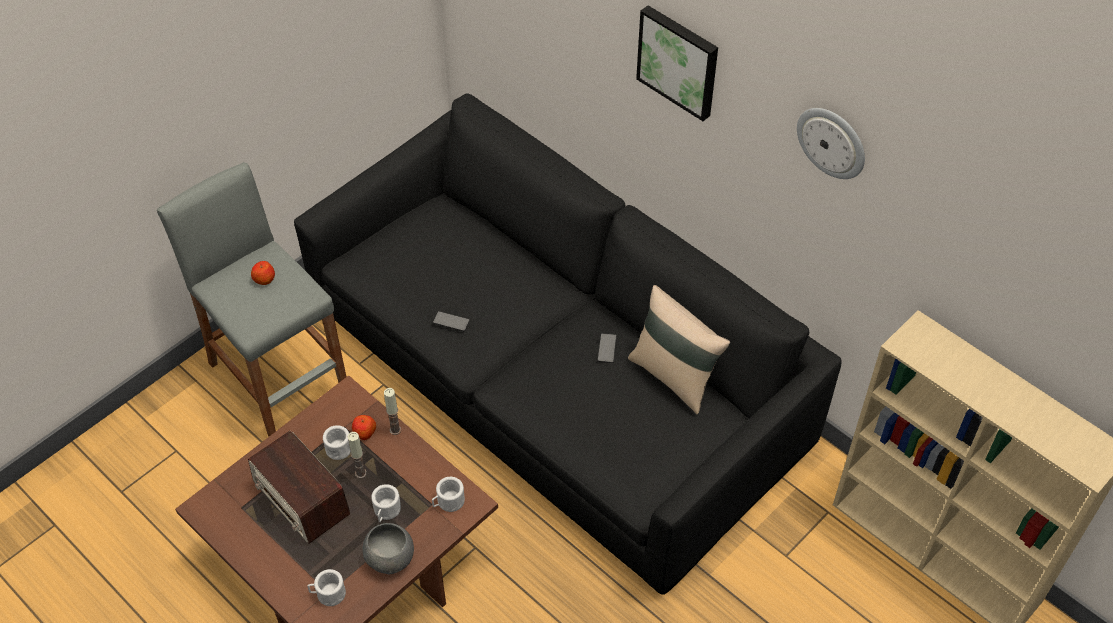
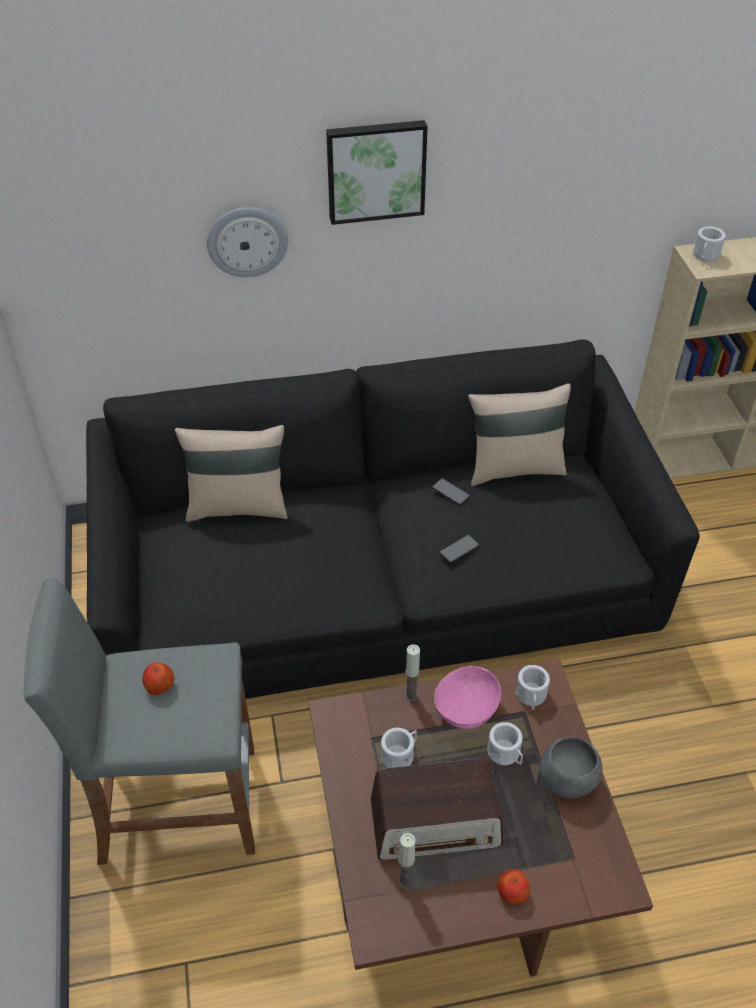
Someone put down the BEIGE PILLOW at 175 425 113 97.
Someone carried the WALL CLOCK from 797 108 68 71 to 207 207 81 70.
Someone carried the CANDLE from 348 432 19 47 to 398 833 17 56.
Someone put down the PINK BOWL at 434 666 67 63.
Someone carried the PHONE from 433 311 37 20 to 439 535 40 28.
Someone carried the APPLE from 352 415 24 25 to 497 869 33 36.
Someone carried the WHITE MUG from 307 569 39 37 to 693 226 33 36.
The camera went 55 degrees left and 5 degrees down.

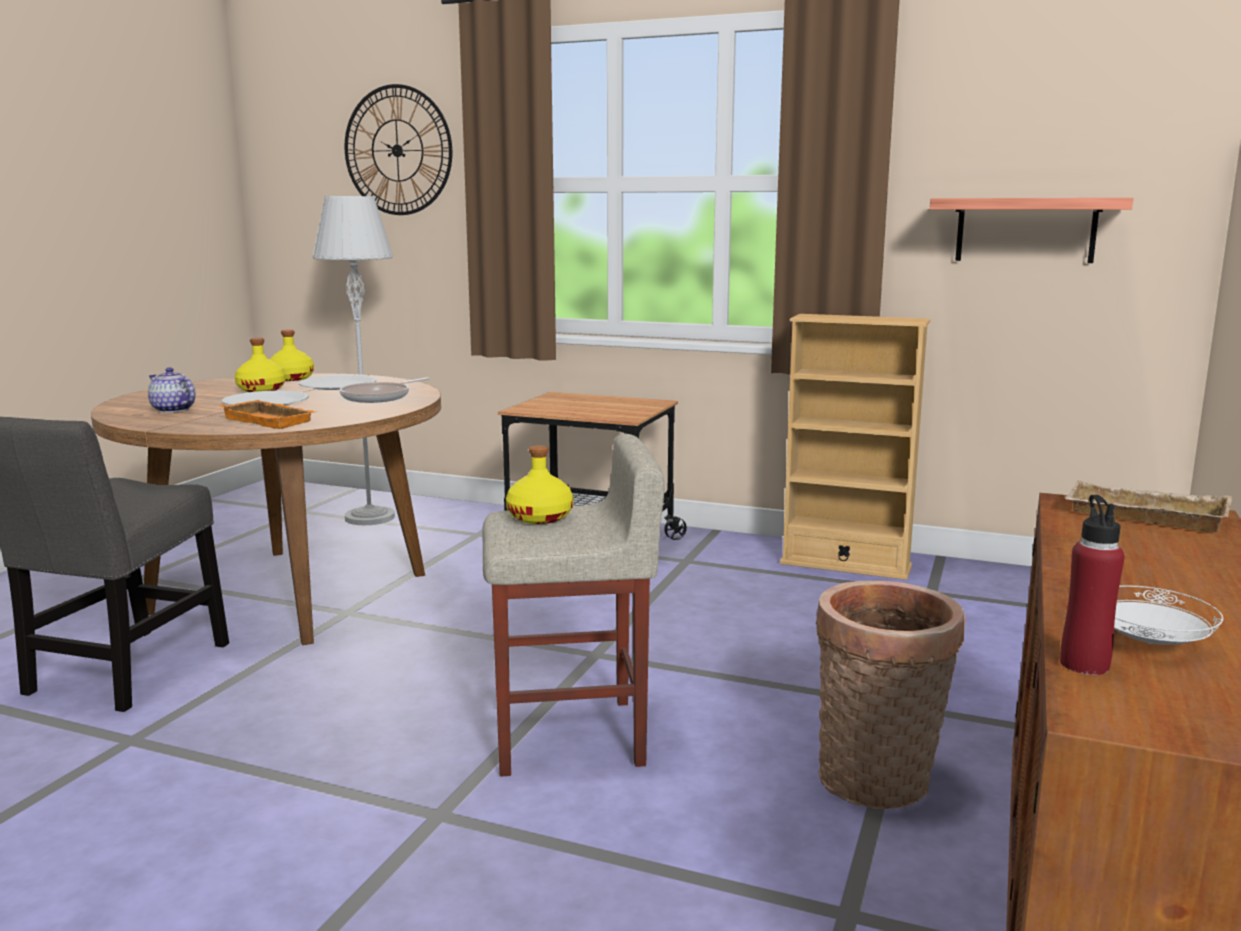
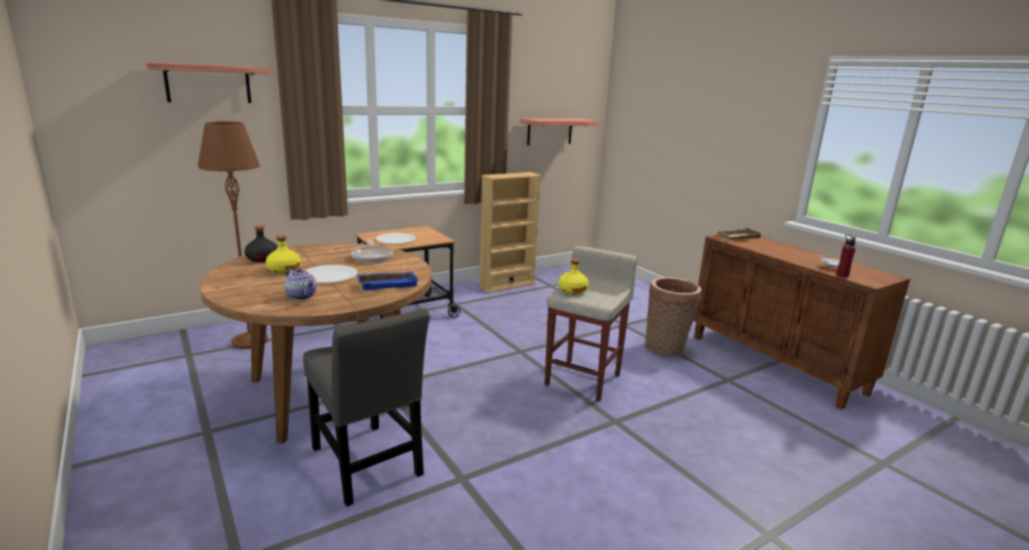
Someone swapped the WALL CLOCK at 345 84 107 131 for the SHELF at 145 62 126 41.
Someone repainted the GREY FLOOR LAMP at 312 196 83 329, which became the BROWN FLOOR LAMP at 198 121 70 228.
Someone repainted the YELLOW BOTTLE at 269 330 45 51, which became the BLACK BOTTLE at 245 225 33 37.
Someone rotated the TEAPOT at 148 367 48 46 by 120 degrees counterclockwise.
Someone repainted the ORANGE TRAY at 219 400 97 29, which became the BLUE TRAY at 357 272 61 18.
Someone carried the WHITE PLATE from 299 375 77 15 to 376 233 40 11.
The camera went 55 degrees left and 5 degrees up.

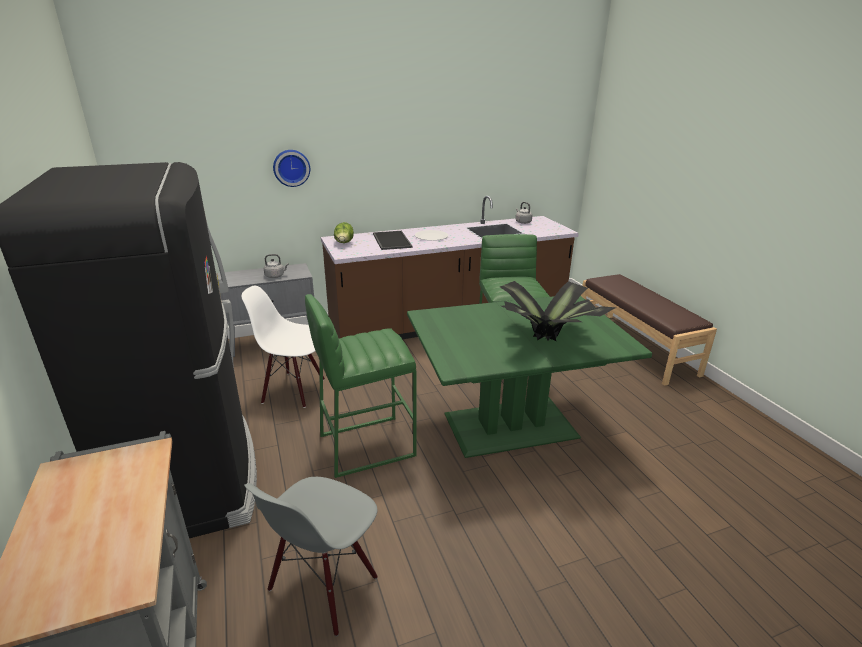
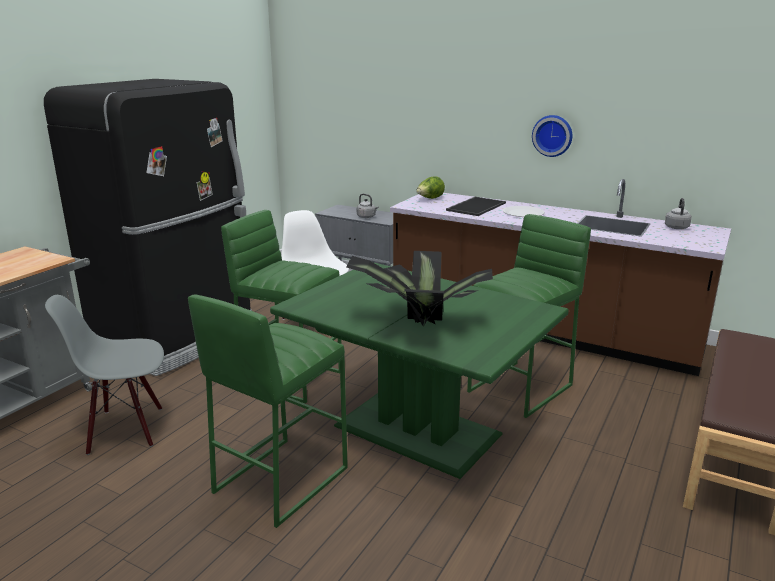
Someone put down the GREEN STOOL at 188 295 160 233.
Someone carried the WALL CLOCK from 273 150 37 37 to 532 115 40 42.
The camera went 50 degrees right and 5 degrees down.

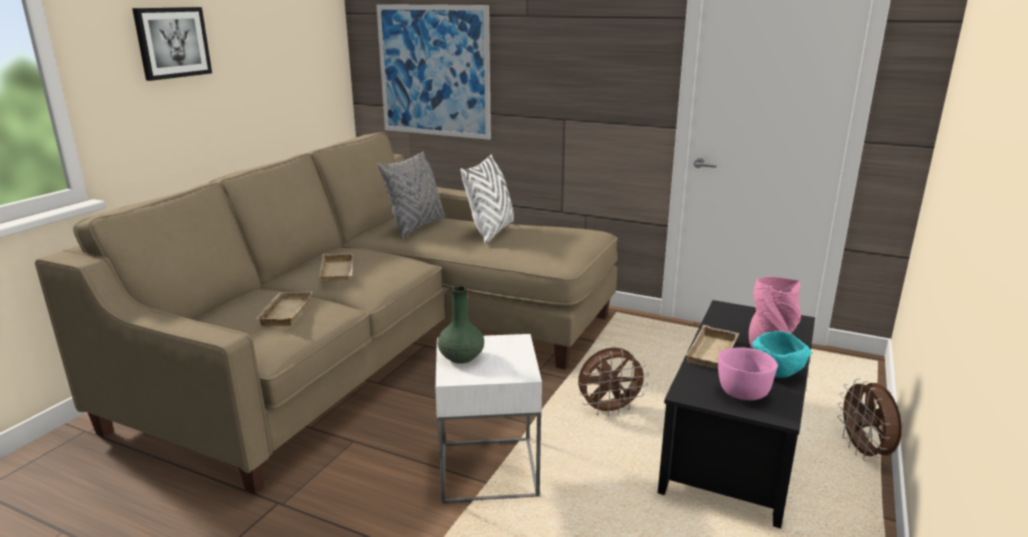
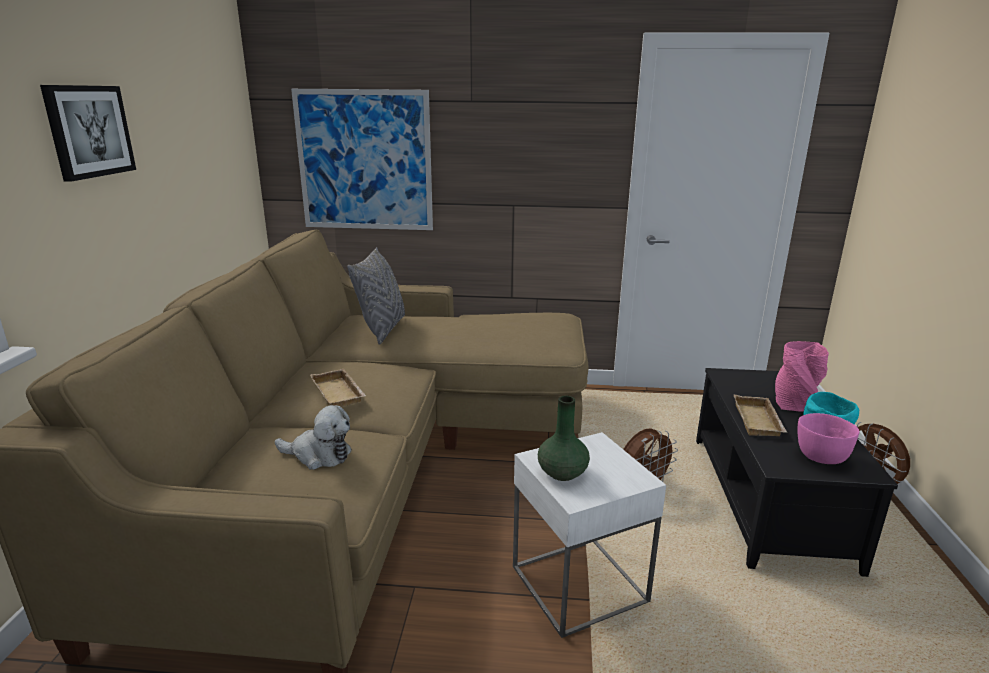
Someone swapped the BEIGE TRAY at 256 291 56 35 for the PLUSH TOY at 275 405 77 65.
Someone took away the WHITE PILLOW at 460 154 54 90.
The camera went 20 degrees left and 0 degrees up.

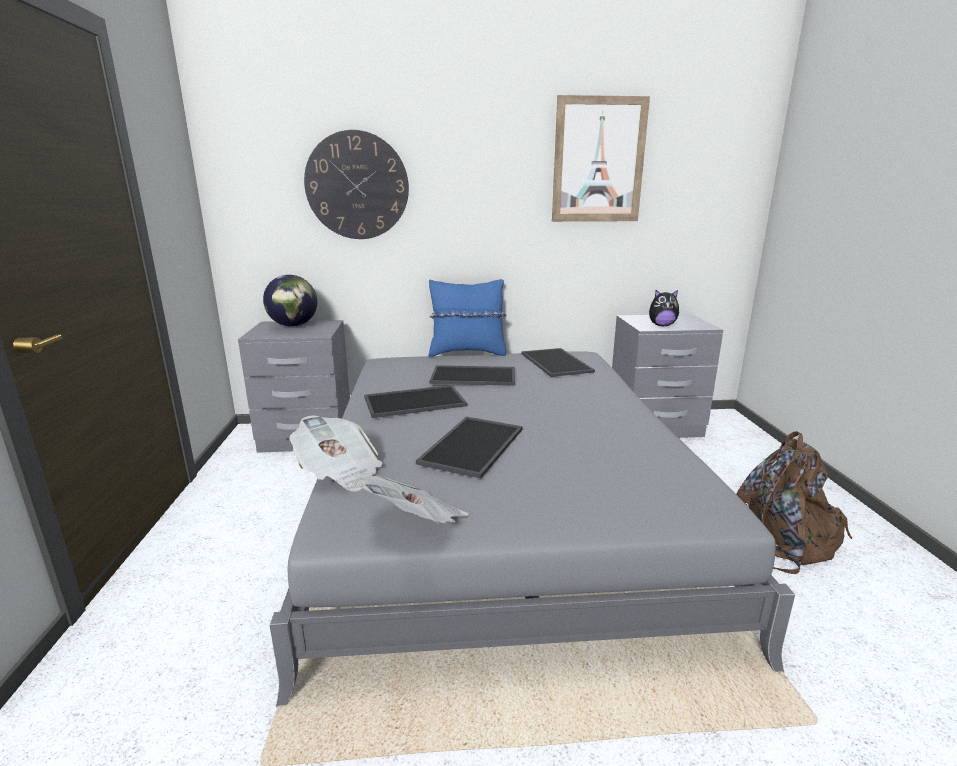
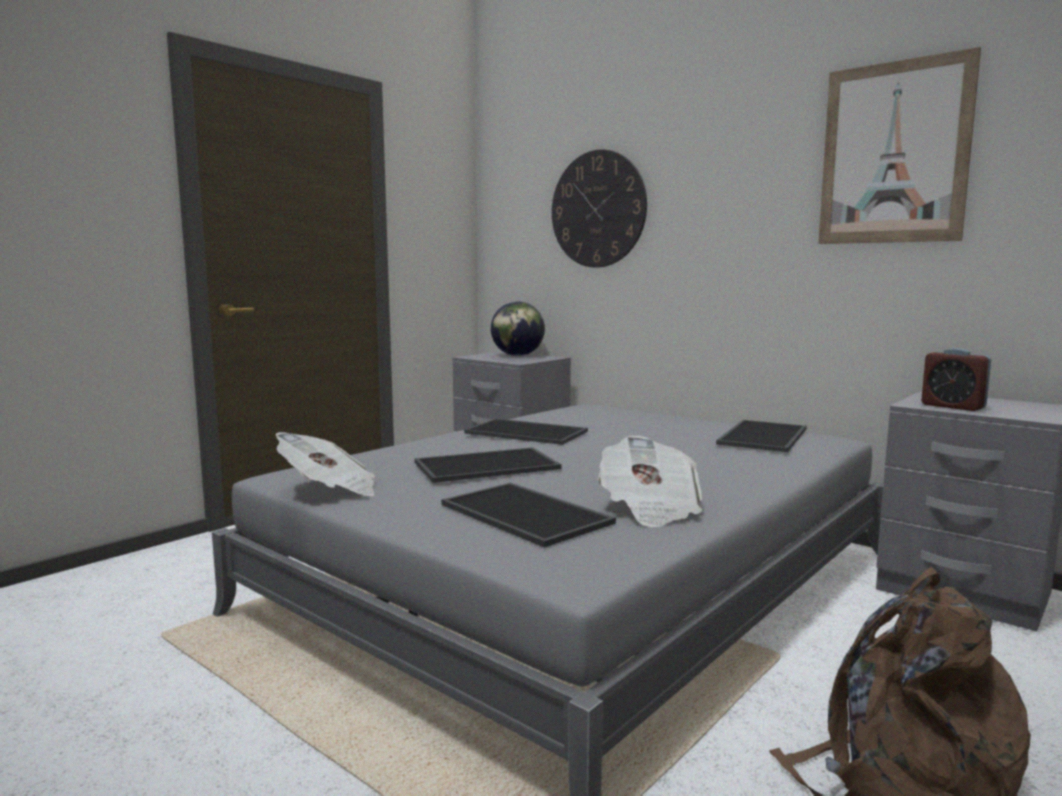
Someone carried the TRAY from 429 365 86 21 to 441 483 175 65.
Someone carried the NEWSPAPER from 289 415 94 77 to 598 436 104 91.
Someone swapped the PLUSH TOY at 649 290 30 36 for the ALARM CLOCK at 921 348 70 63.
Someone took away the BLUE PILLOW at 429 279 78 77.
The camera went 45 degrees right and 10 degrees down.

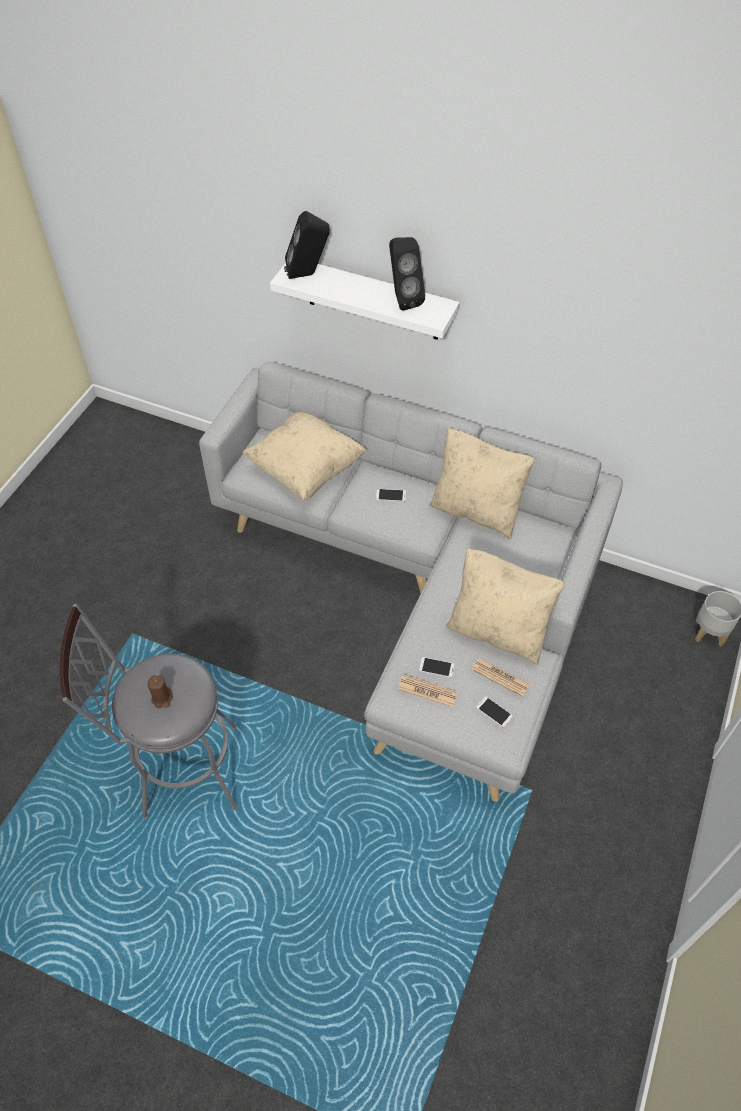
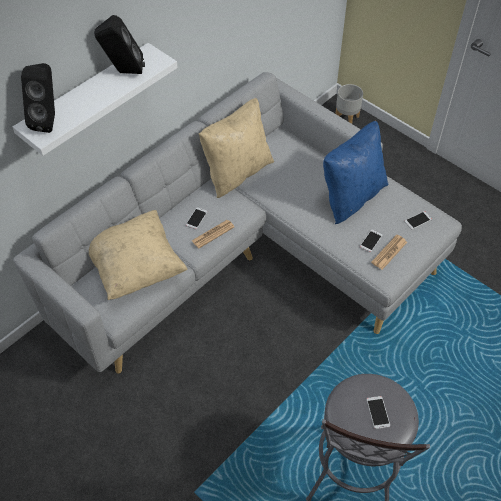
Someone carried the NEWSPAPER from 472 658 58 39 to 192 220 43 28.
Someone repainted the BEIGE PILLOW at 446 547 119 117, which became the BLUE PILLOW at 323 121 65 103.
Someone swapped the BROWN CANDLE at 147 675 26 33 for the PHONE at 366 396 24 33.
The camera went 70 degrees left and 0 degrees up.

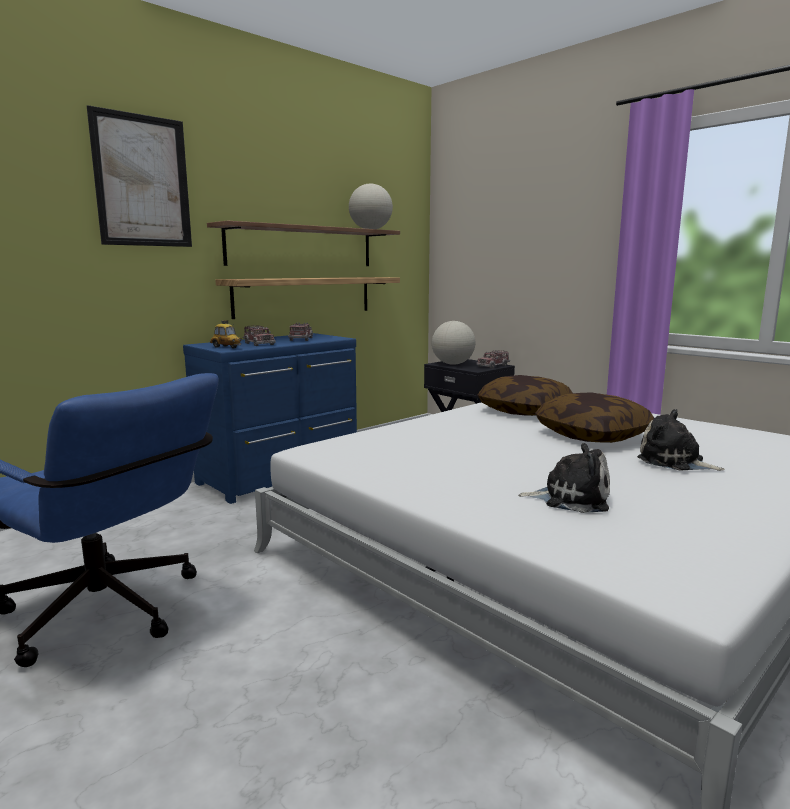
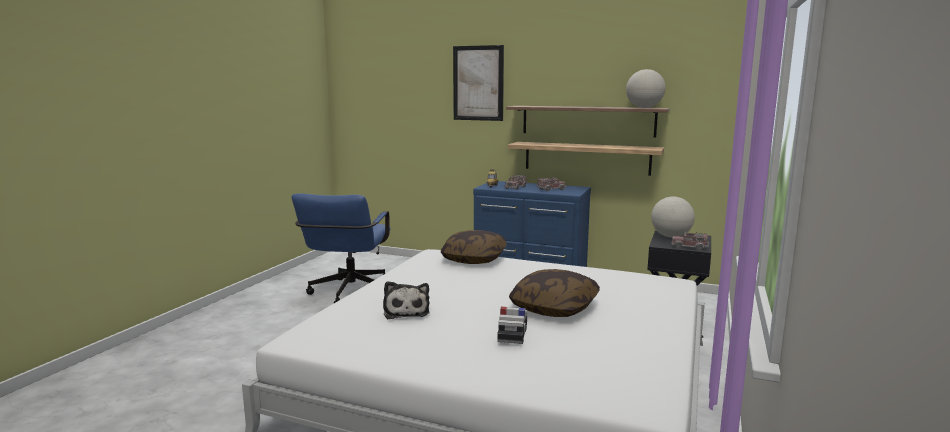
Someone carried the PILLOW from 477 375 95 41 to 441 230 66 34.
Someone swapped the PLUSH TOY at 637 409 88 62 for the TOY CAR at 497 307 30 37.
The camera went 65 degrees right and 0 degrees up.

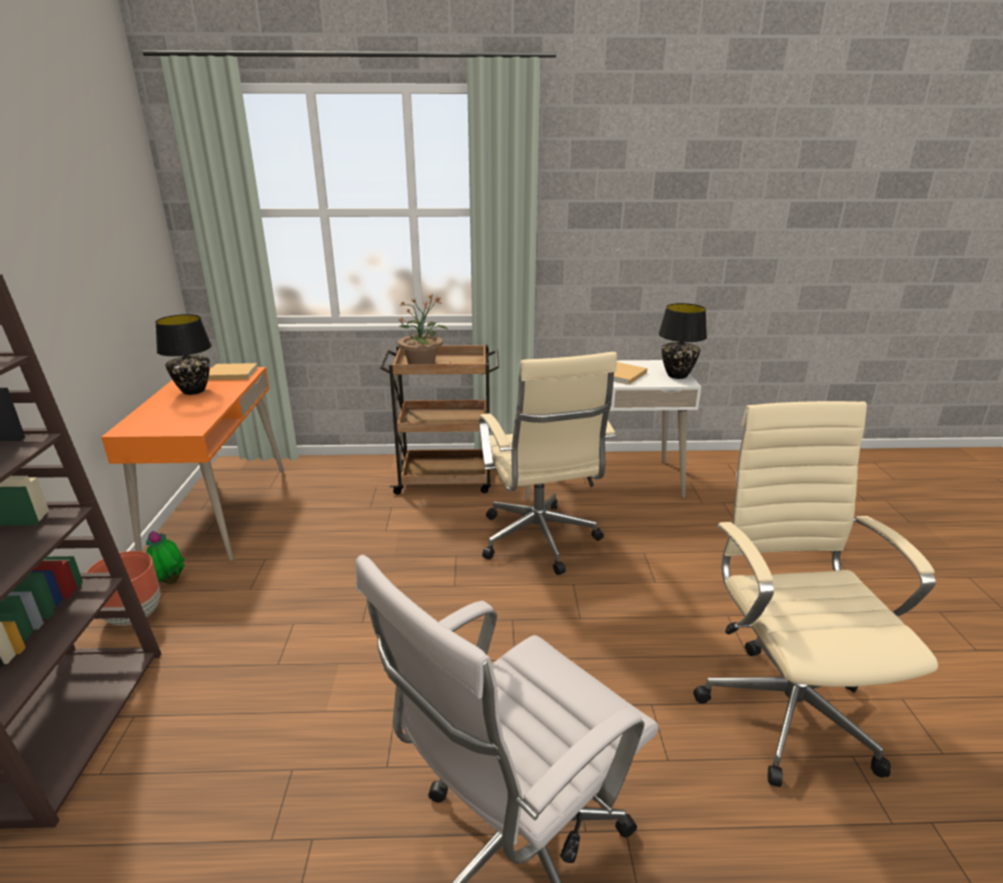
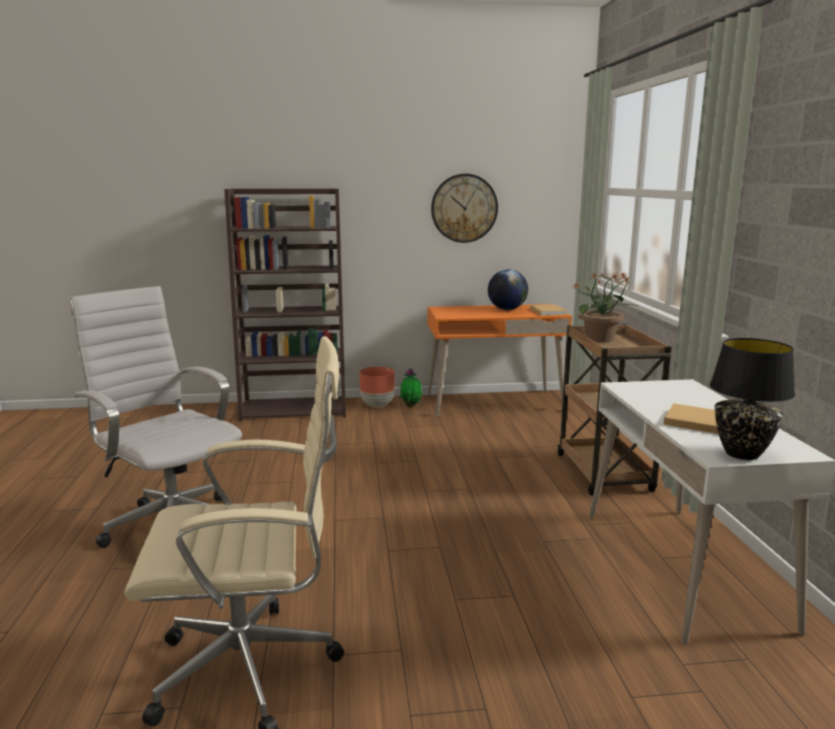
Someone put up the WALL CLOCK at 431 174 67 69.
Someone swapped the BLACK TABLE LAMP at 155 314 57 81 for the GLOBE at 488 269 40 41.
Someone took away the BEIGE OFFICE CHAIR at 479 352 138 223.
The camera went 85 degrees right and 10 degrees down.

